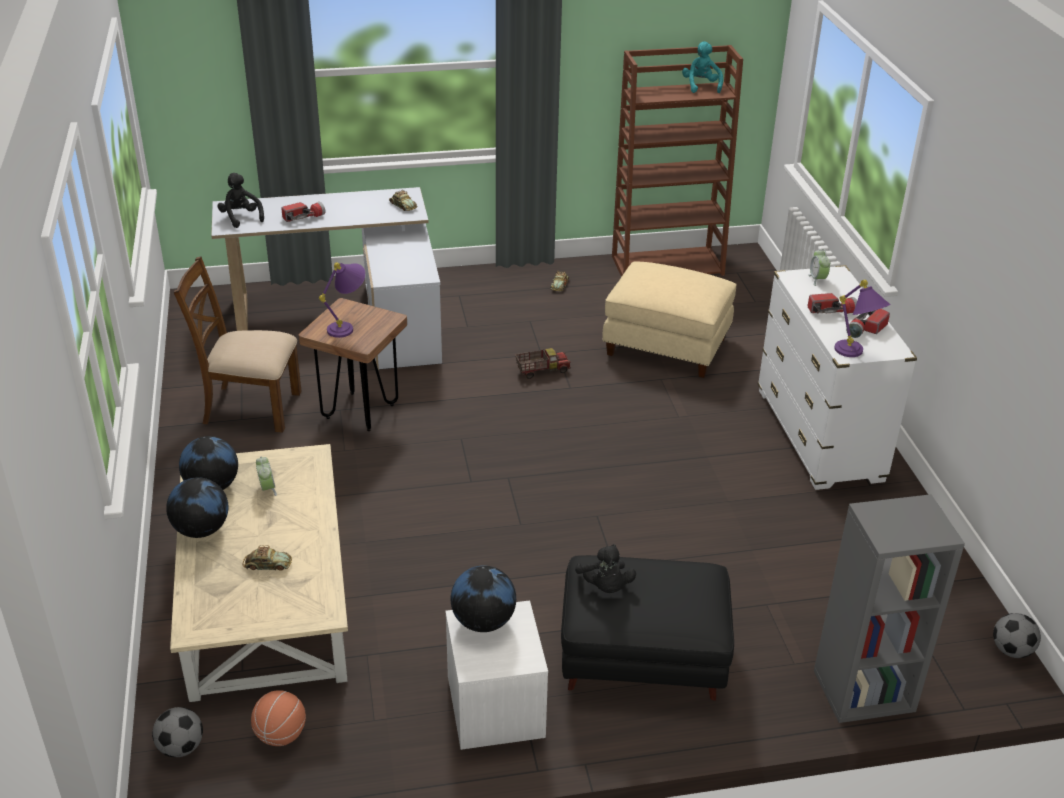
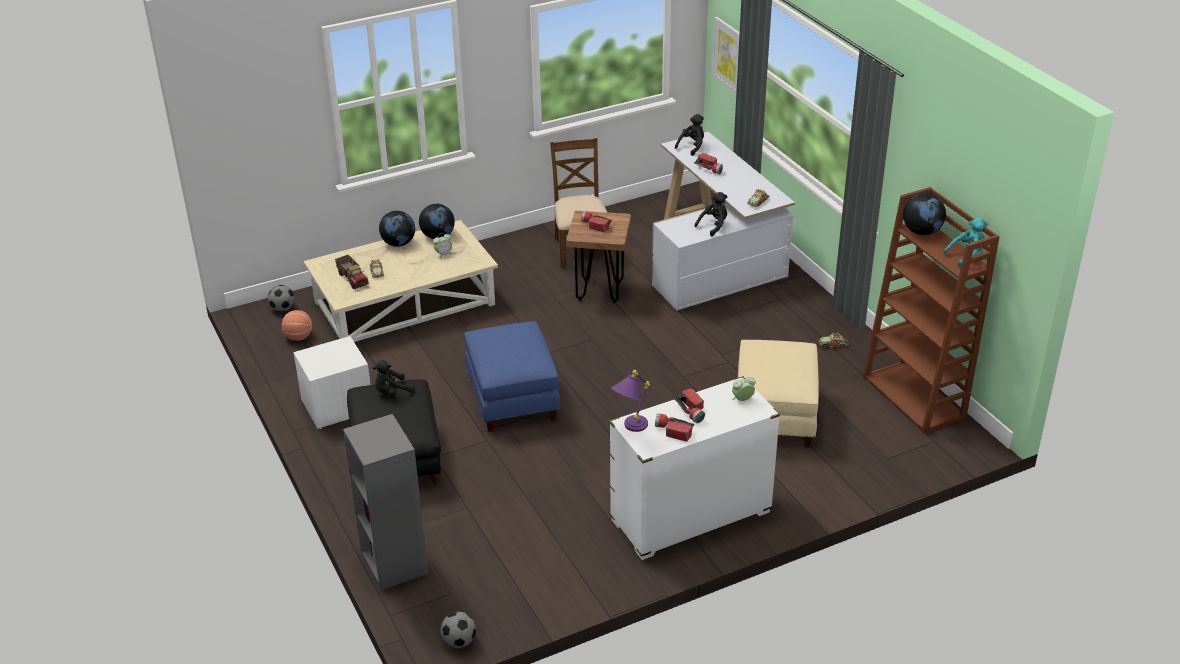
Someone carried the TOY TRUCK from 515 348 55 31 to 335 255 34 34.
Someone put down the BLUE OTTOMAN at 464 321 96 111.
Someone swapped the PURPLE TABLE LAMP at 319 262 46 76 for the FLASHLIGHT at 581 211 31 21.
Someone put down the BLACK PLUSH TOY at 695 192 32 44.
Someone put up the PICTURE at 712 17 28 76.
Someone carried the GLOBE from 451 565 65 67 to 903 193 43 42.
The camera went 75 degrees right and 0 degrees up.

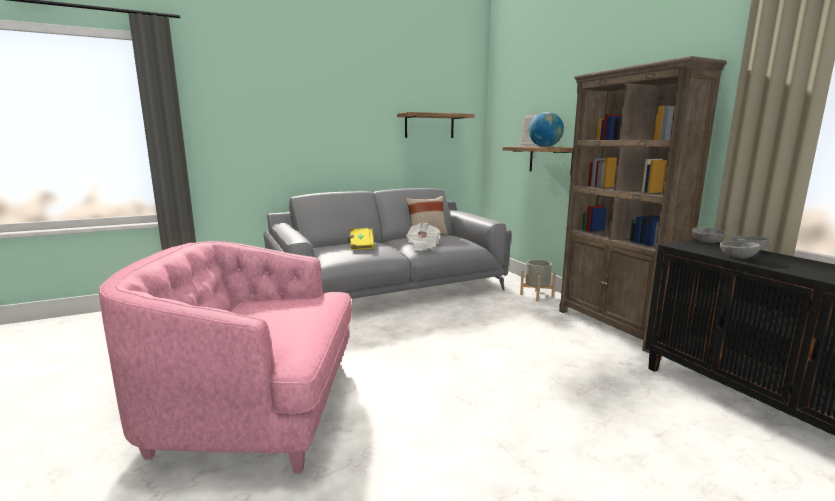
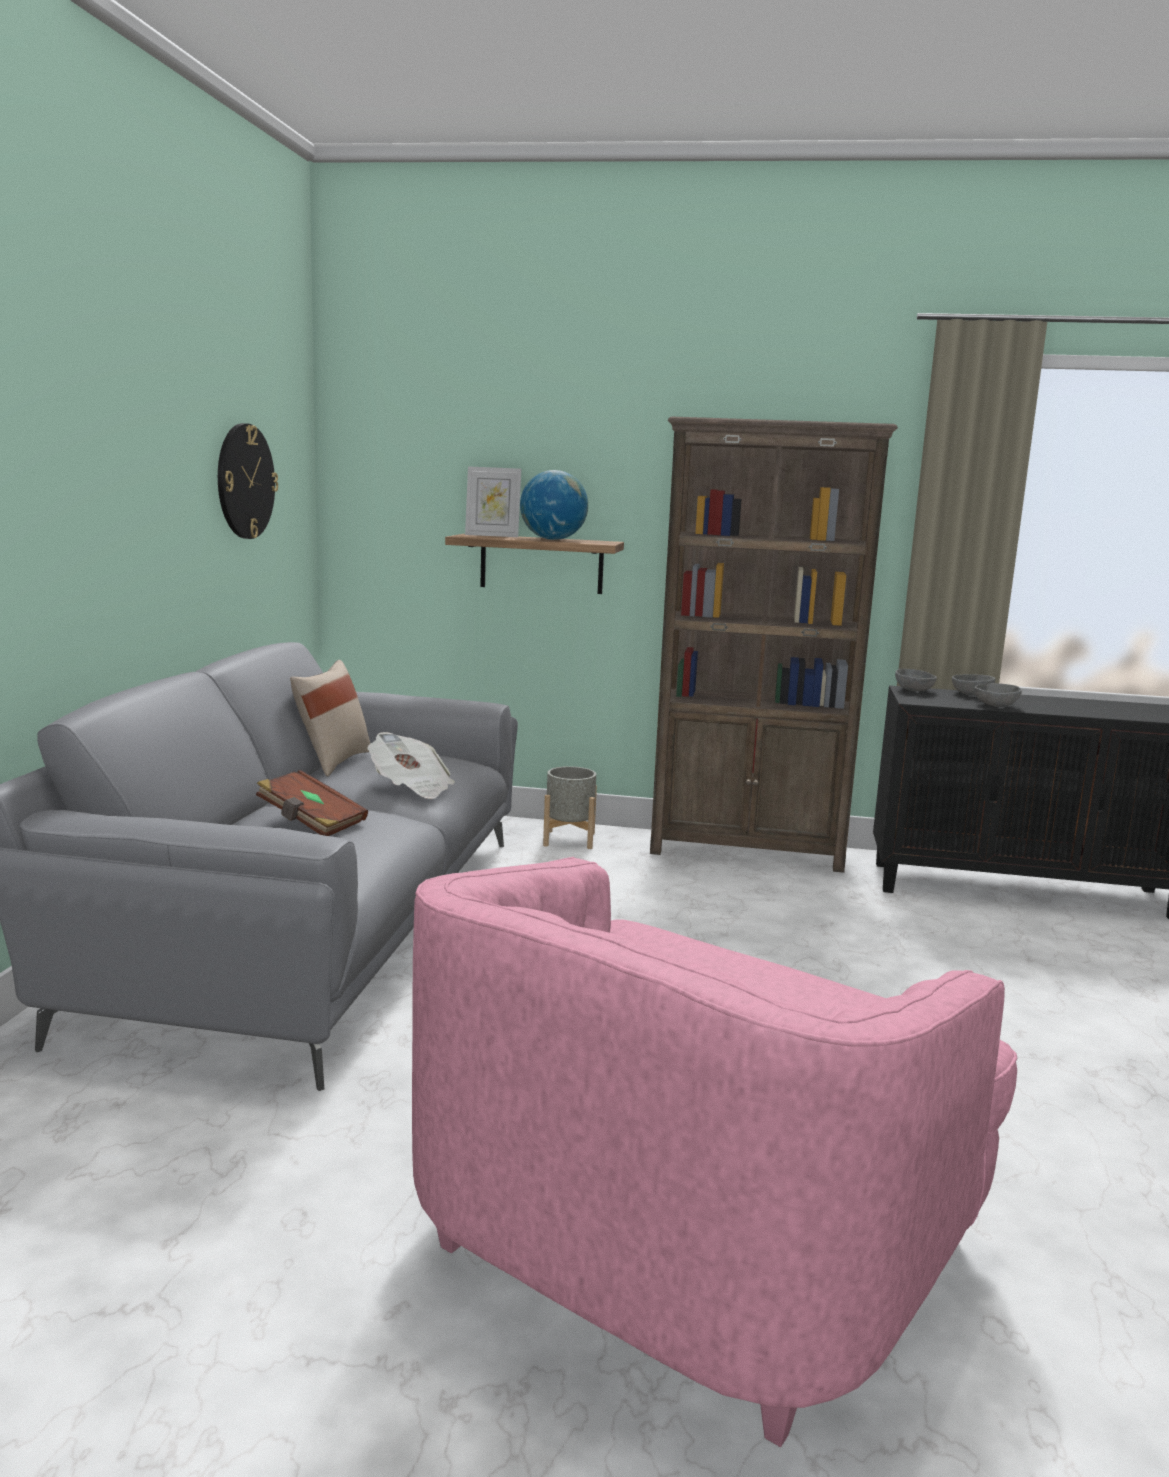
Someone swapped the SHELF at 397 112 77 26 for the WALL CLOCK at 218 423 60 116.
Someone repainted the YELLOW BOOK at 348 228 26 22, which became the BROWN BOOK at 256 770 112 66.
The camera went 55 degrees left and 0 degrees up.

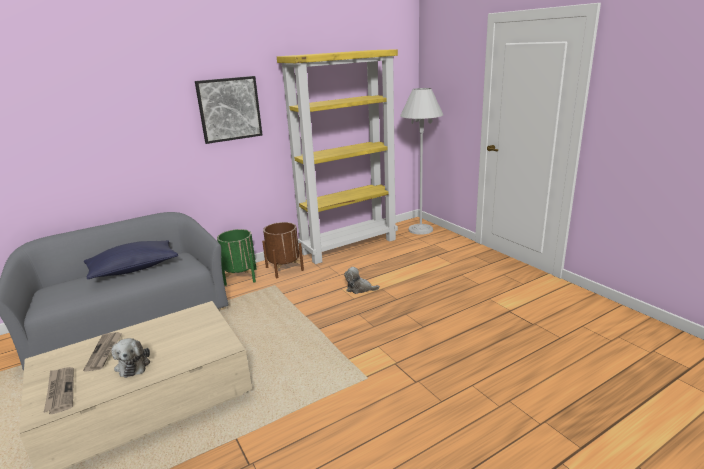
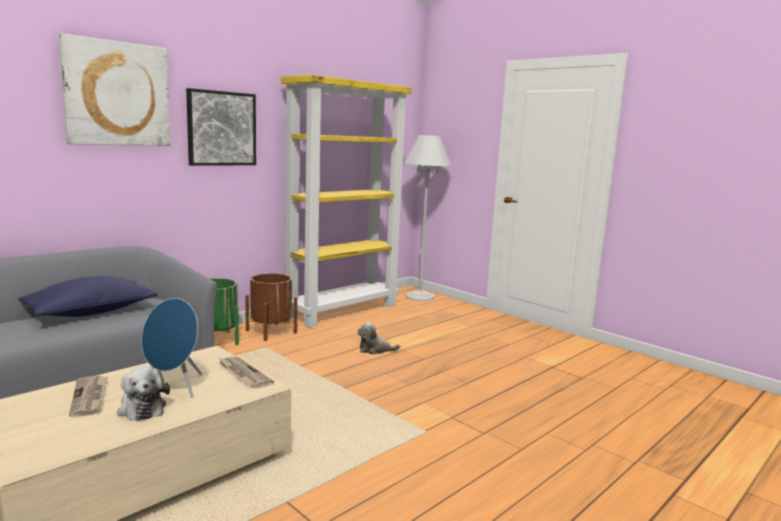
Someone put up the PICTURE at 58 33 112 113.
Someone put down the BLUE SPEAKER at 141 298 61 99.
Someone carried the NEWSPAPER from 44 367 30 47 to 218 356 56 33.
The camera went 15 degrees left and 10 degrees down.

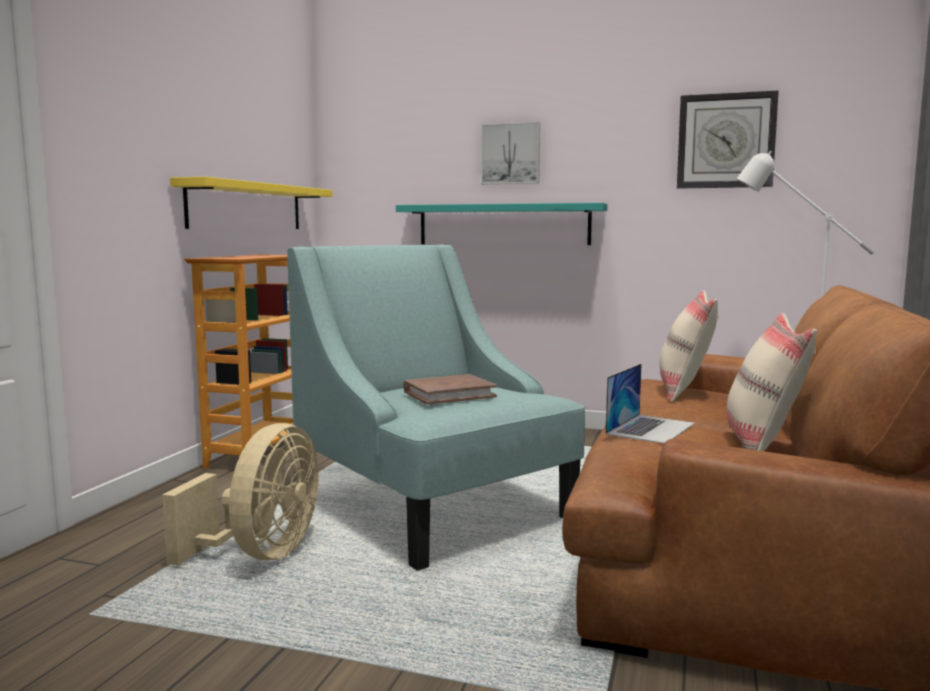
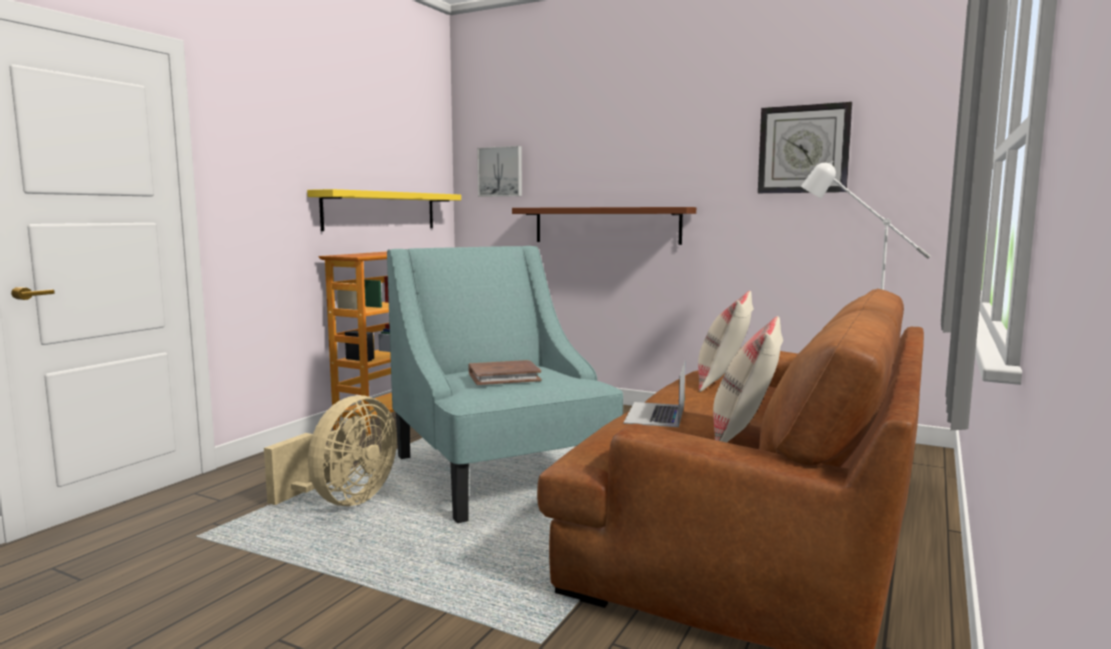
Someone carried the PICTURE from 481 122 59 62 to 477 146 45 51.
Someone repainted the TURQUOISE SHELF at 396 203 212 42, which became the BROWN SHELF at 512 207 184 38.
Someone rotated the LAPTOP at 606 364 89 80 by 150 degrees clockwise.
The camera went 10 degrees right and 0 degrees up.

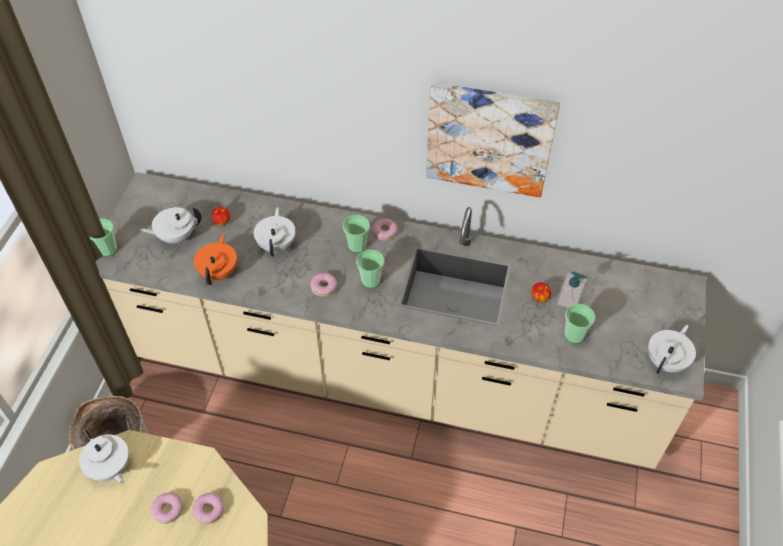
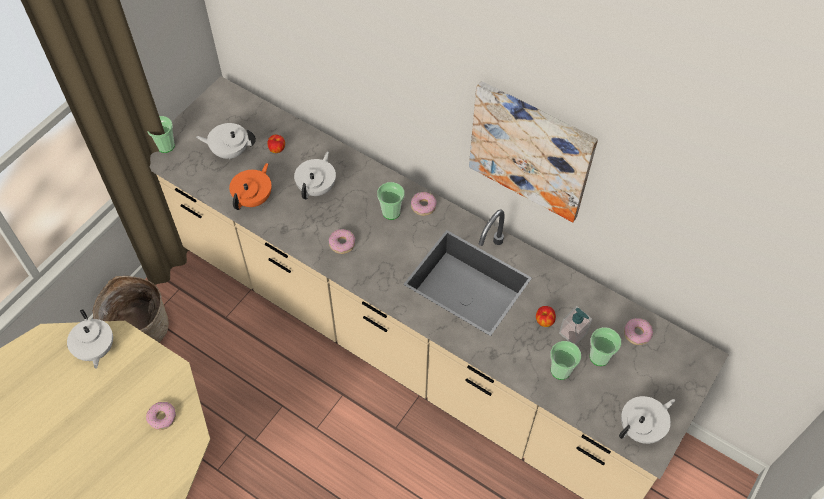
Someone carried the CUP from 356 249 28 39 to 590 327 31 39.
Someone carried the DONUT from 151 492 32 32 to 624 318 29 27.
The camera went 20 degrees right and 5 degrees up.

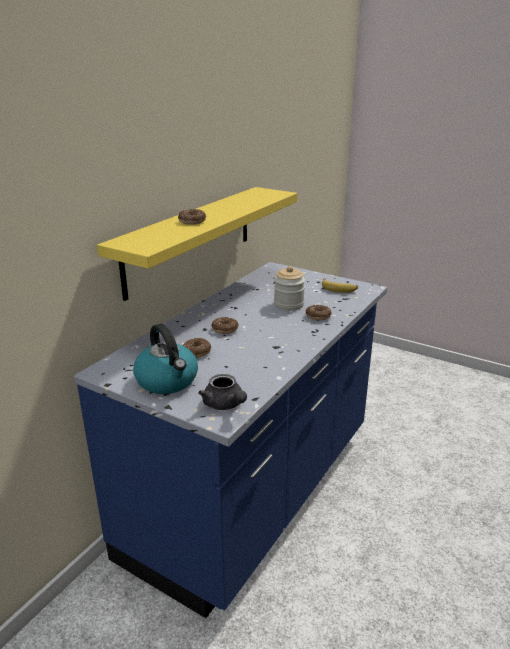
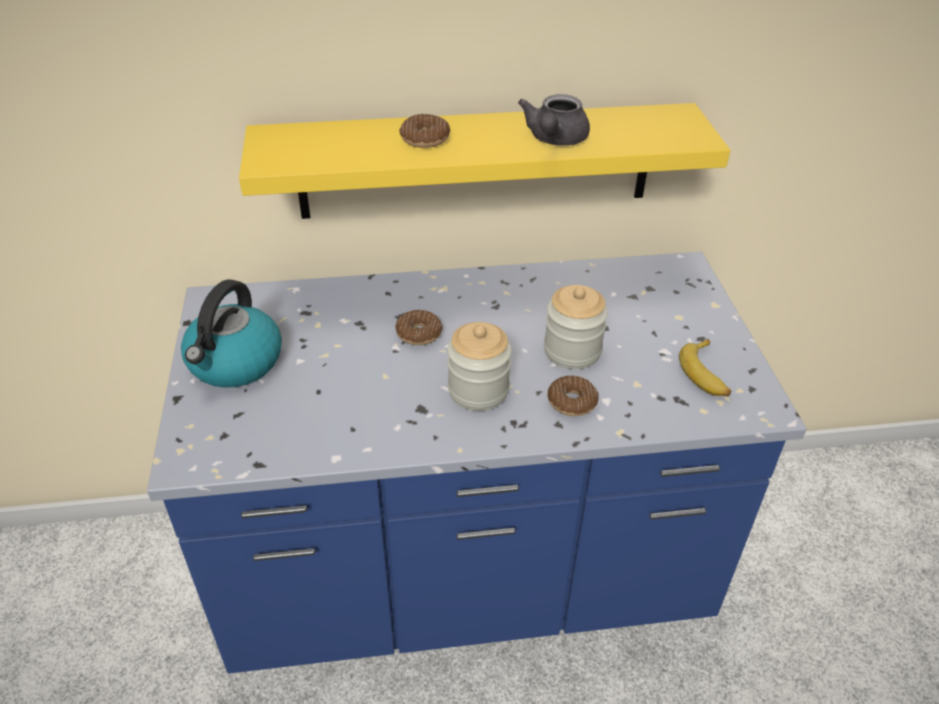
Someone put down the JAR at 447 322 65 89.
Someone carried the GREY TEAPOT from 198 374 49 36 to 518 94 72 52.
Someone took away the DONUT at 183 338 28 20.
The camera went 50 degrees right and 15 degrees up.

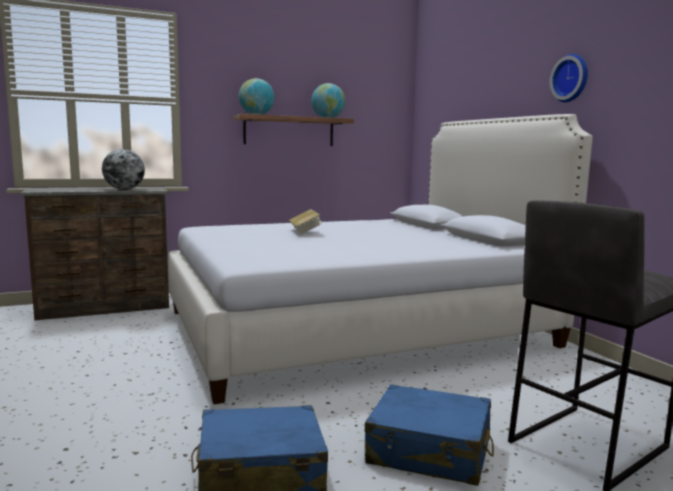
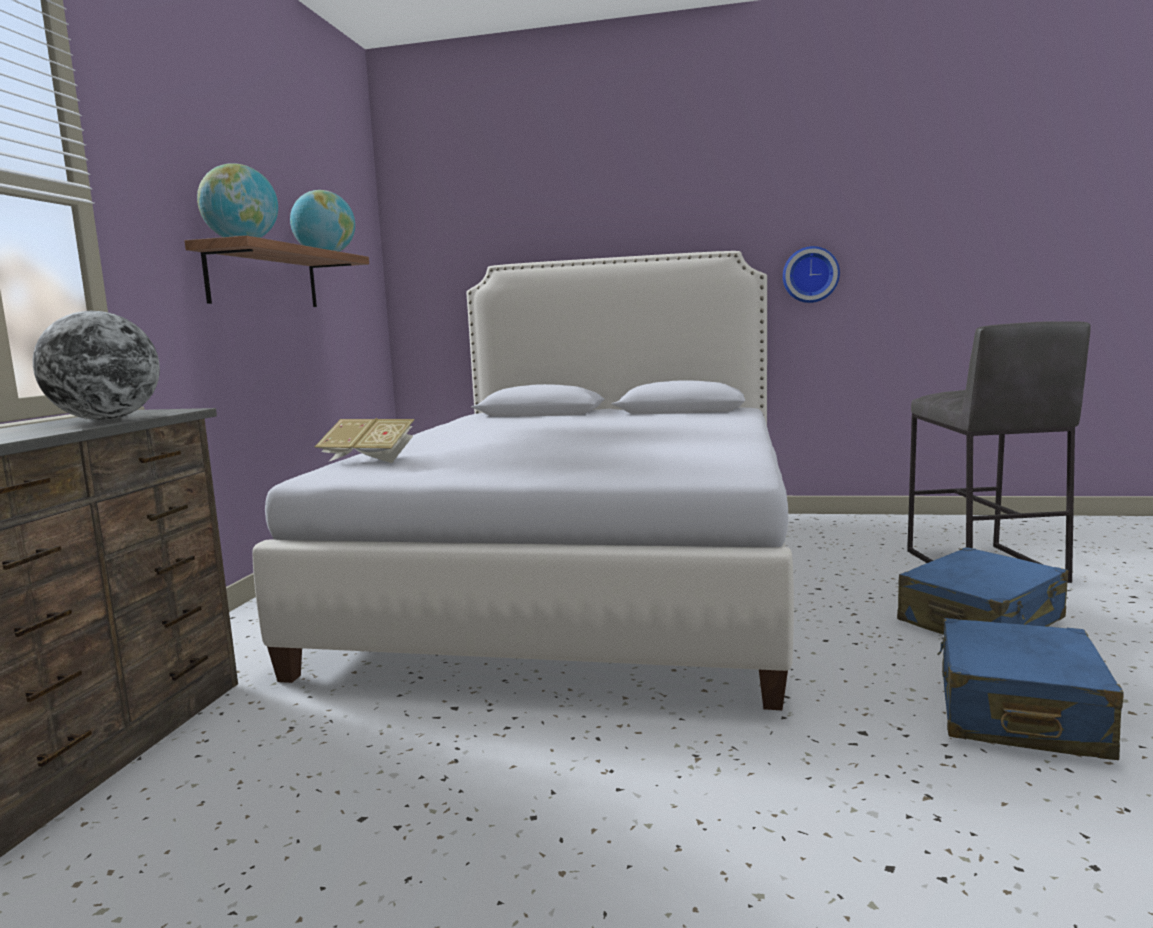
Someone carried the BOOK from 289 209 34 25 to 315 418 100 45.
Someone carried the WALL CLOCK from 550 54 38 48 to 783 246 57 57.
The camera went 55 degrees left and 0 degrees up.

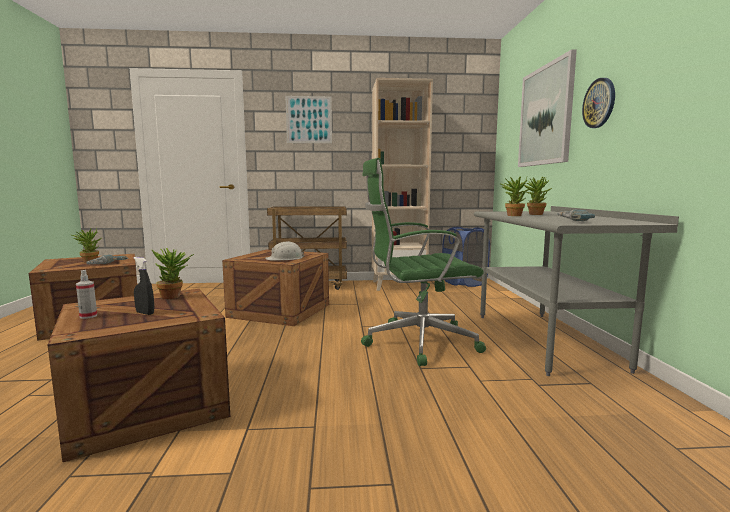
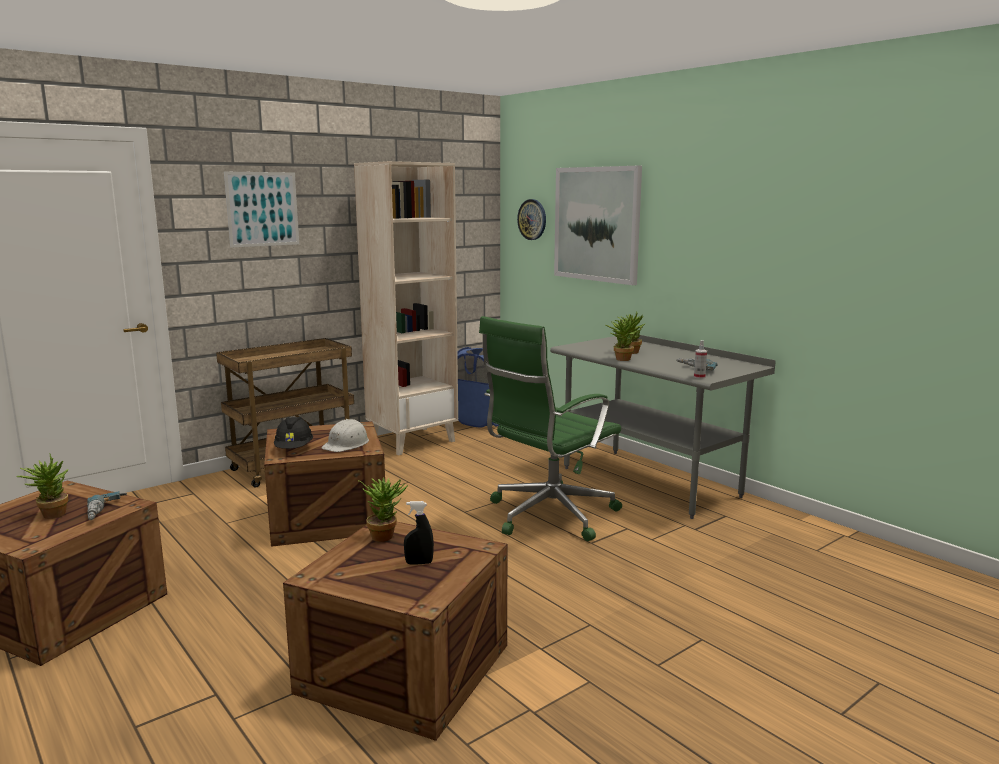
Someone put down the BLACK HARD HAT at 274 417 39 32.
Someone carried the WALL CLOCK from 582 78 33 50 to 517 199 29 41.
Someone carried the SPRAY BOTTLE from 76 270 21 49 to 694 340 13 39.
The camera went 35 degrees left and 5 degrees up.

